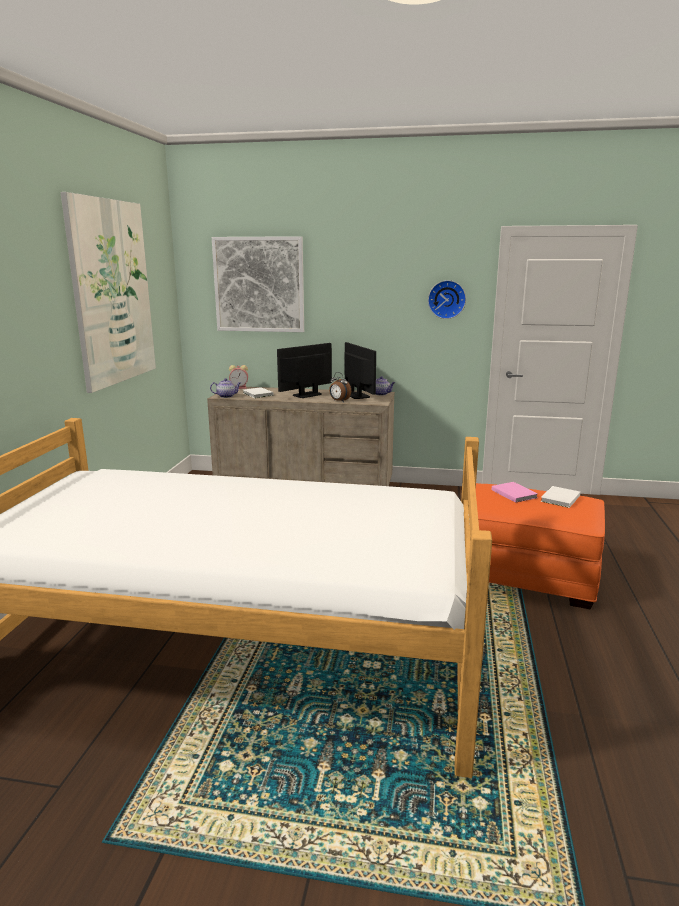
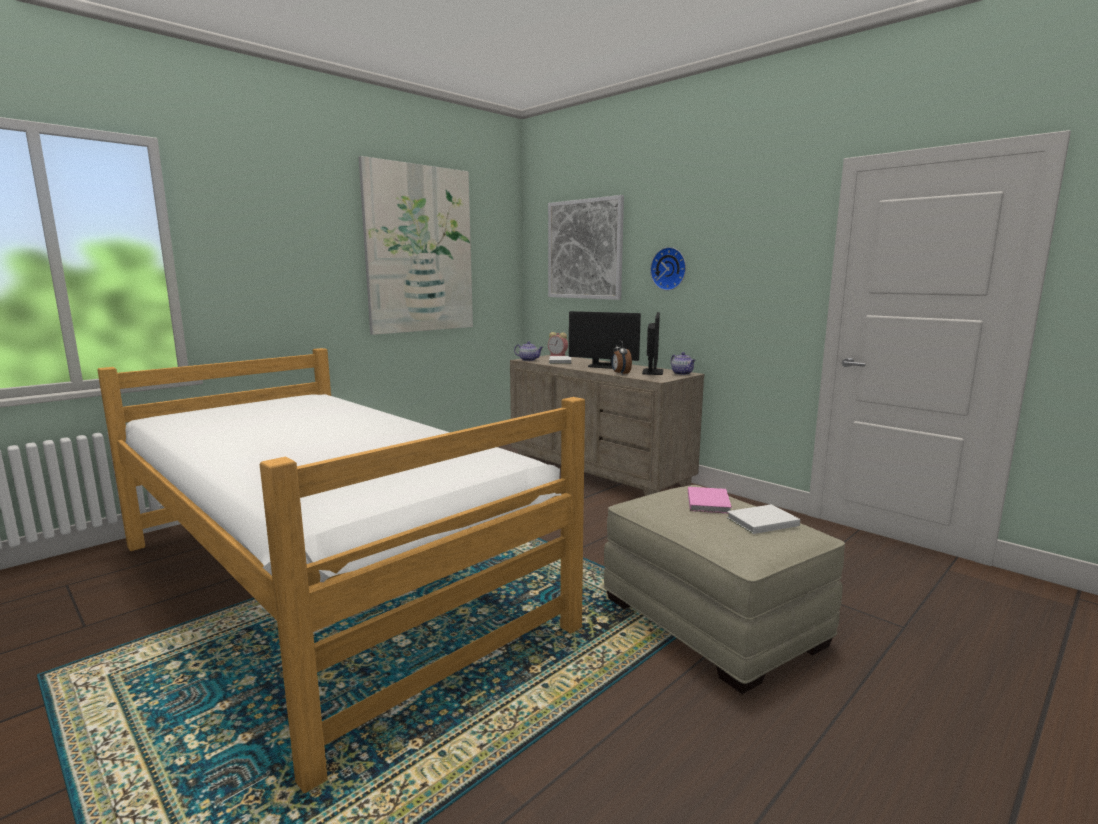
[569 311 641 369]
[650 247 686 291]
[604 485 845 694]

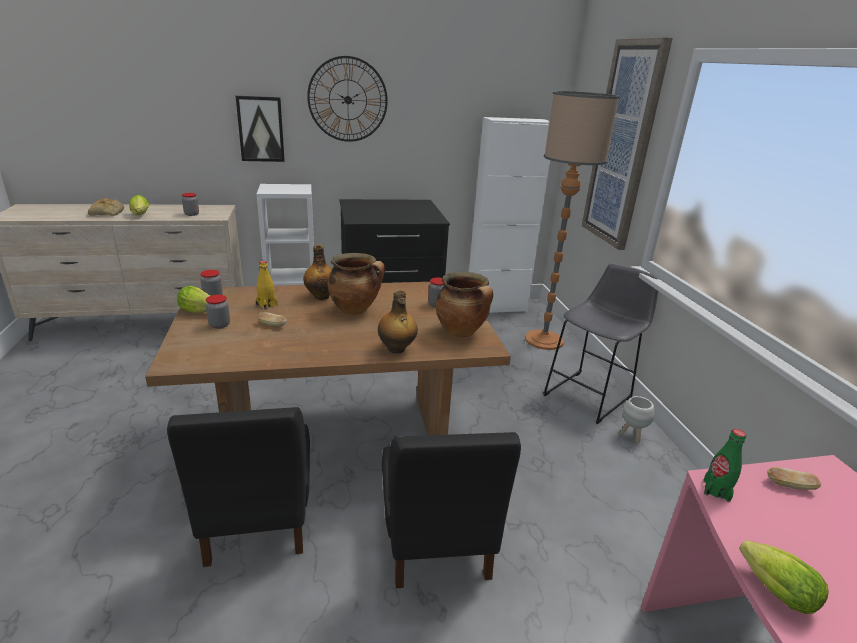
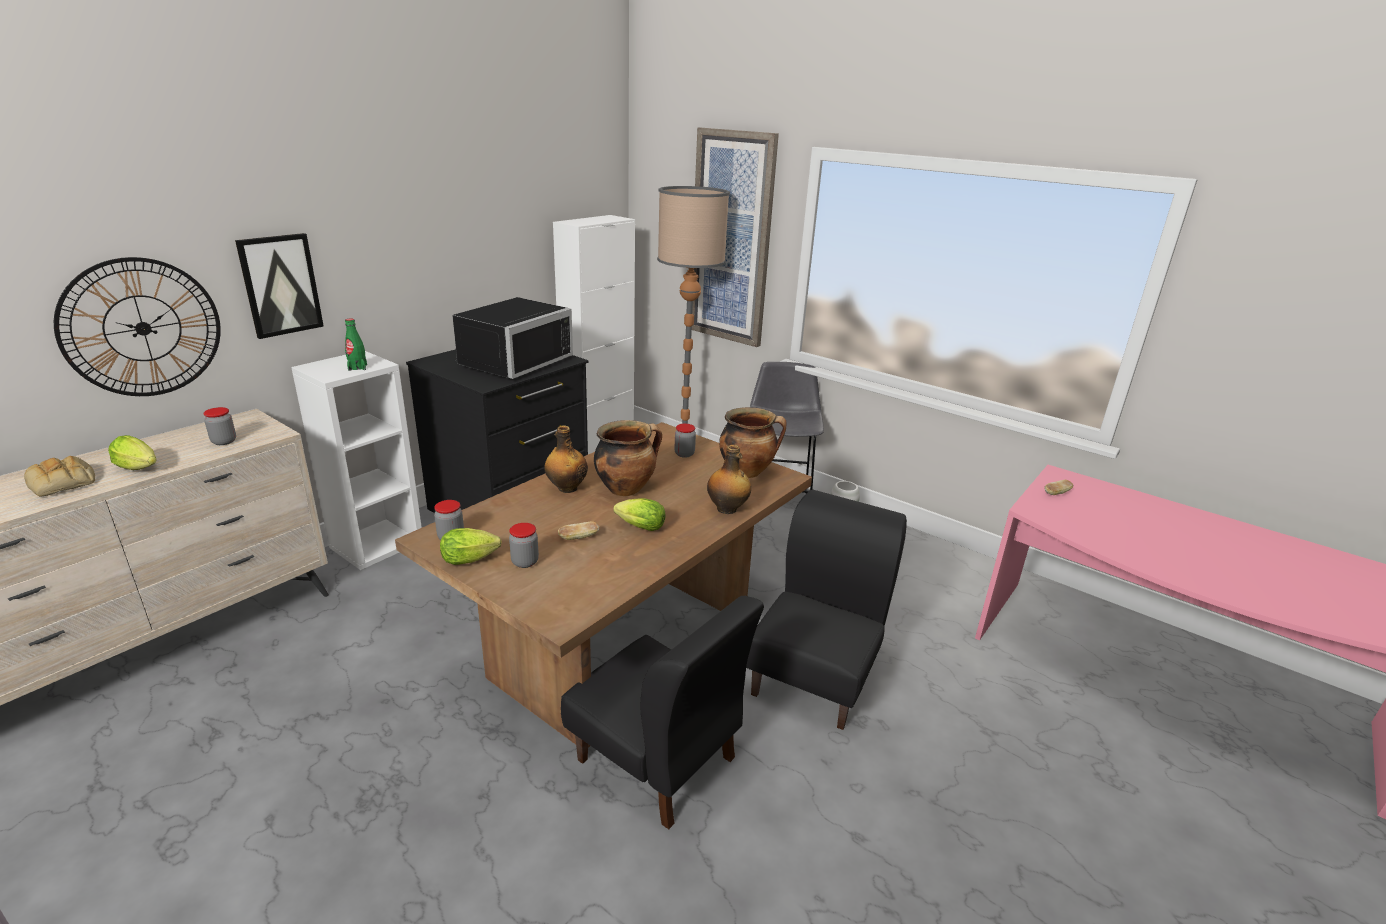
[256 261 277 310] (first image)
[54 257 221 396]
[746 490 907 730]
[345 319 367 371]
[613 498 665 531]
[452 297 573 379]

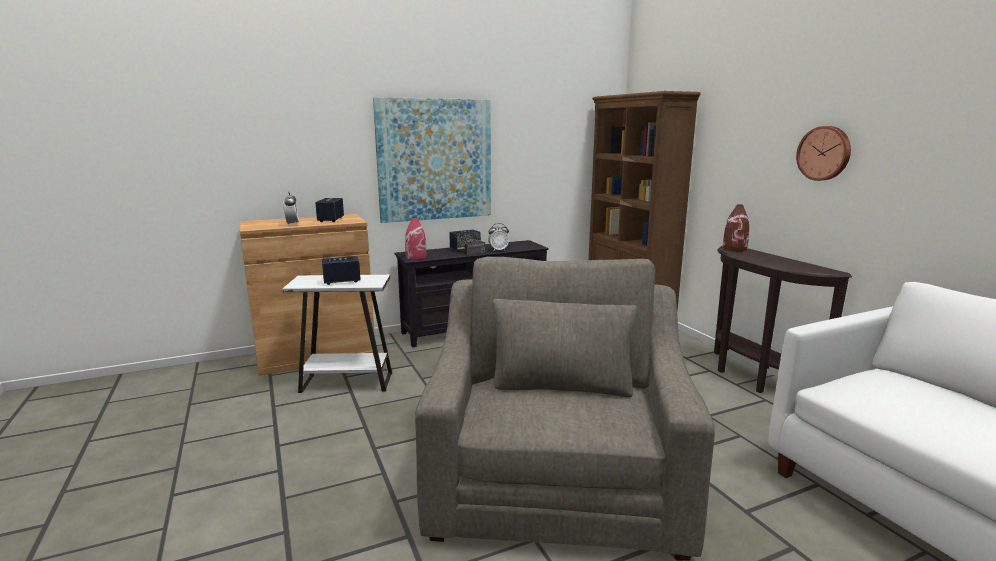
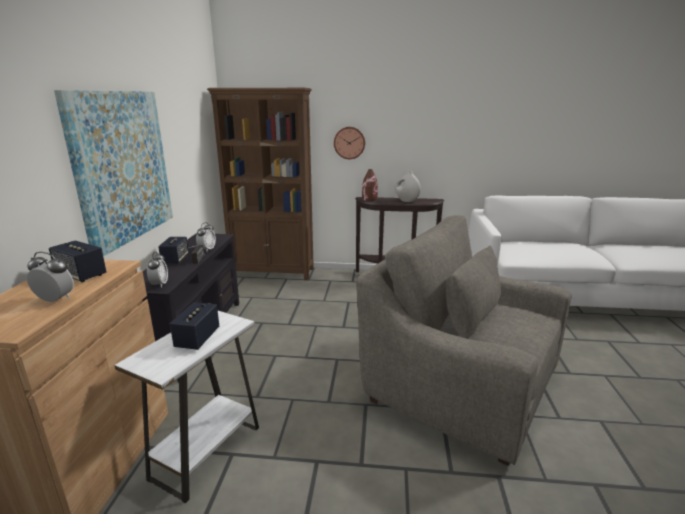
[147 252 168 288]
[334 127 365 159]
[395 171 421 202]

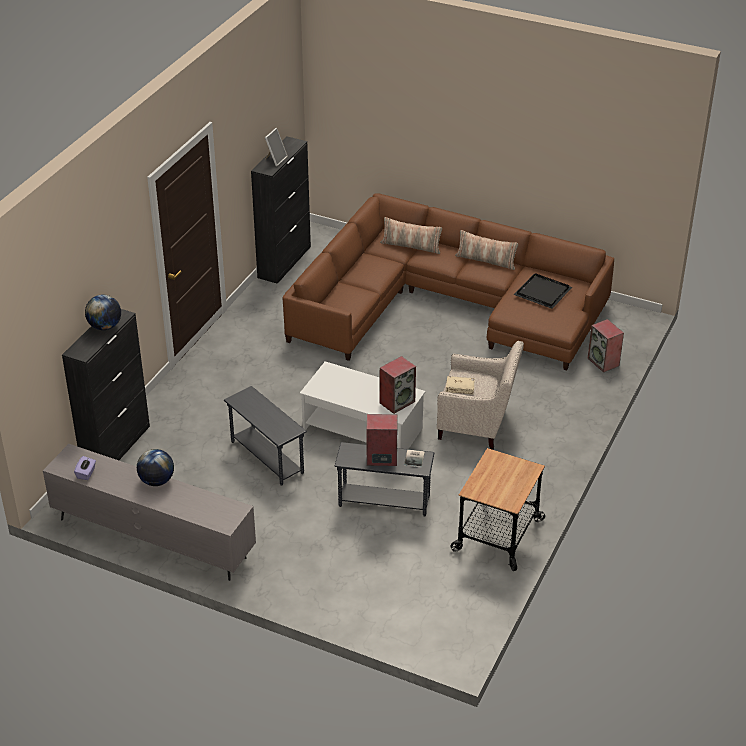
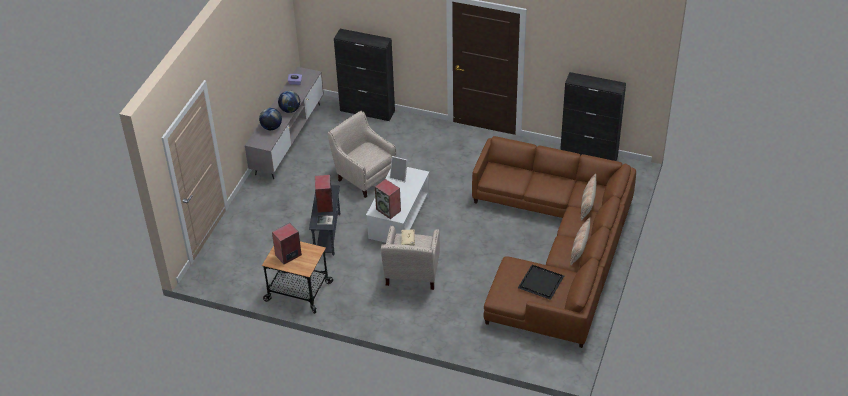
[259 108 282 130]
[328 111 396 198]
[390 156 408 182]
[272 223 302 264]

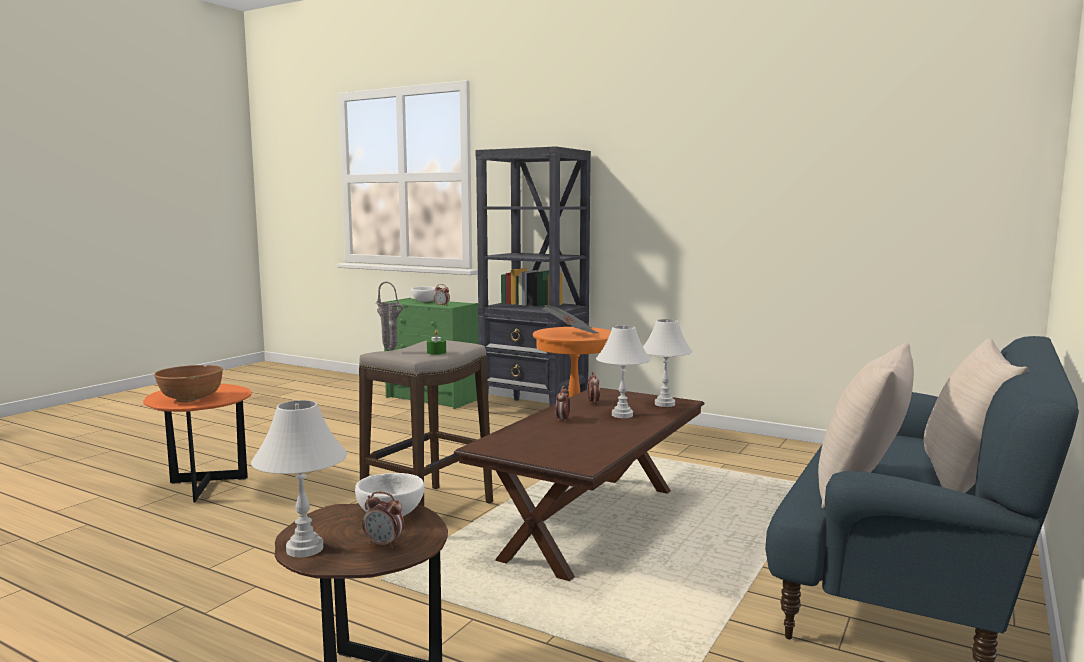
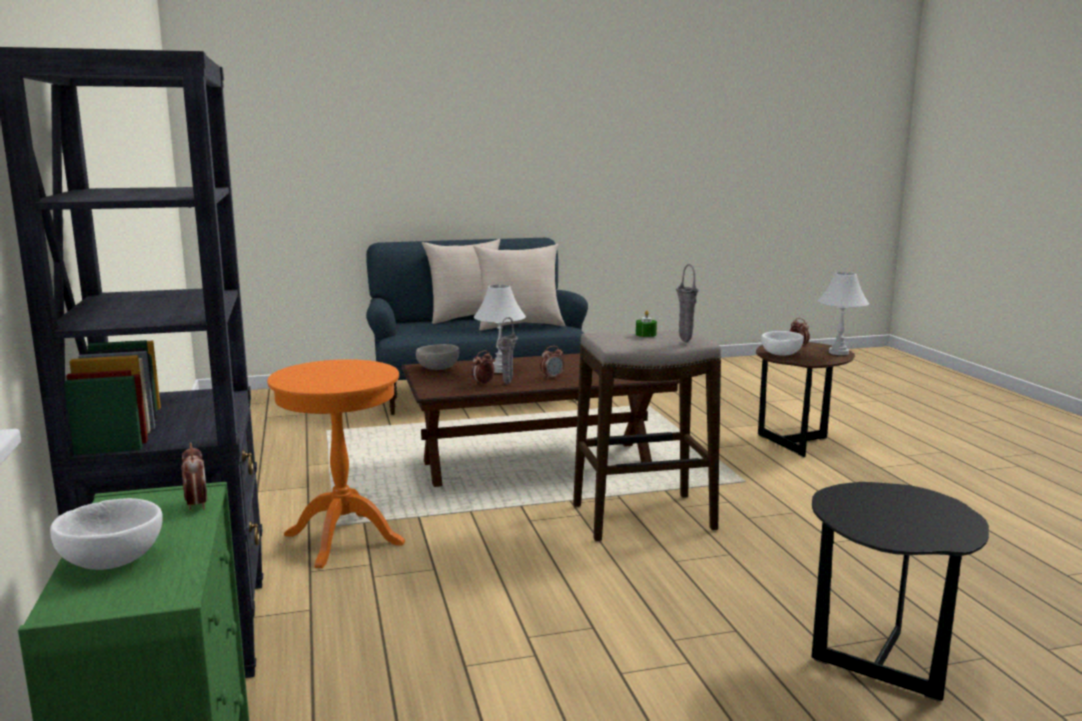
[811 482 989 701]
[154 365 223 402] (first image)
[542 305 599 334] (first image)
[416 344 460 370]
[498 317 518 385]

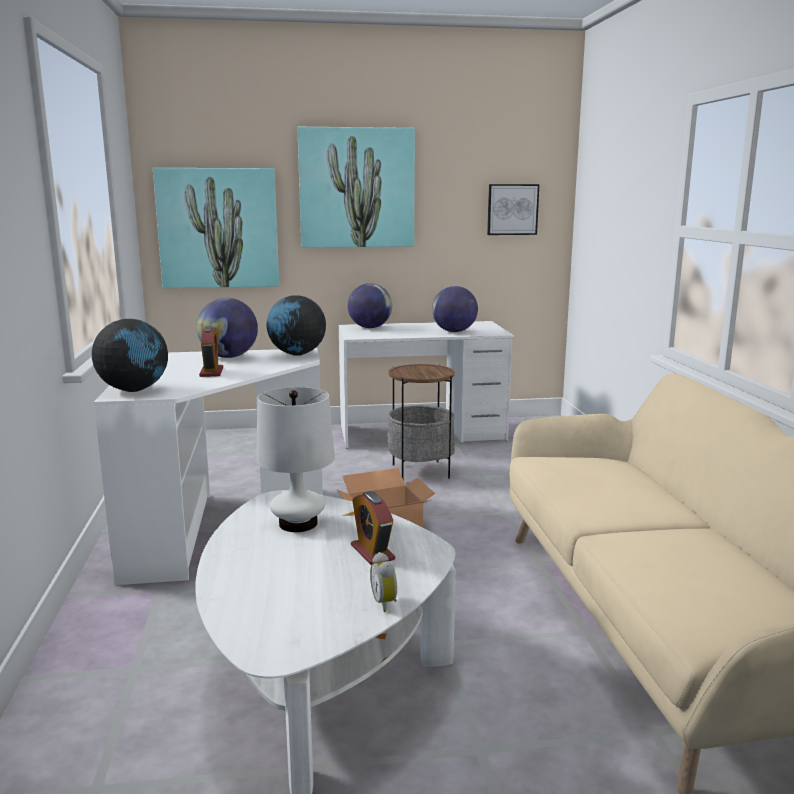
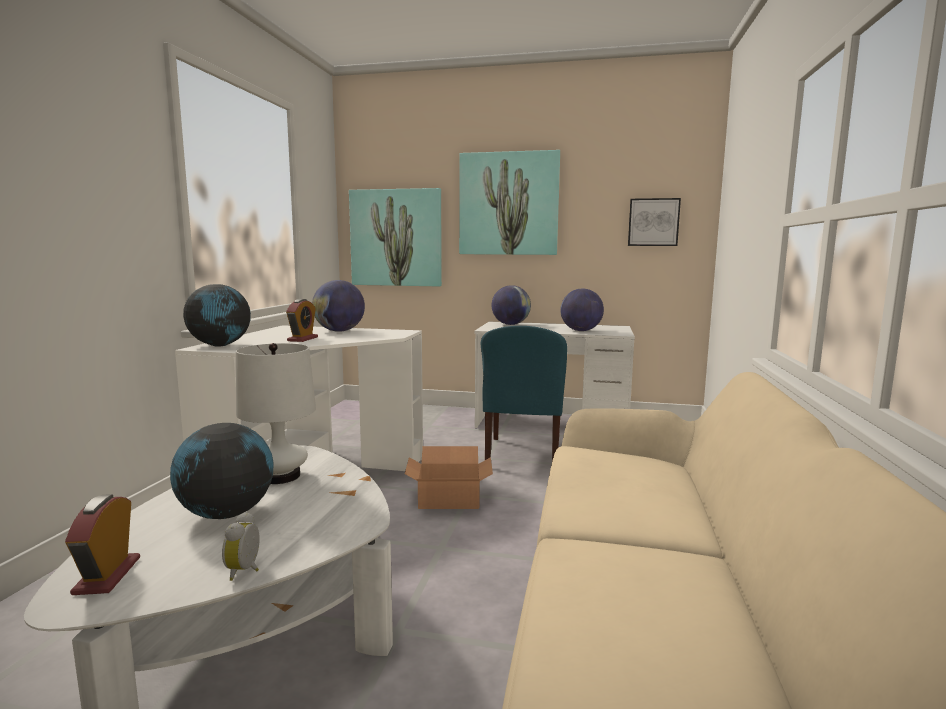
[170 423 274 519]
[65 494 140 595]
[481 326 567 461]

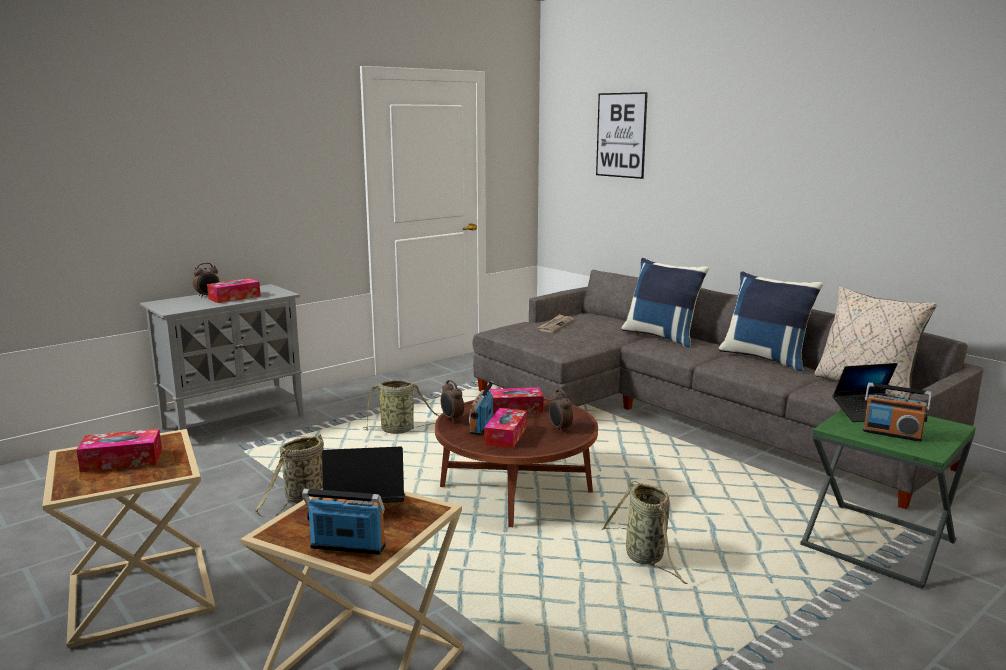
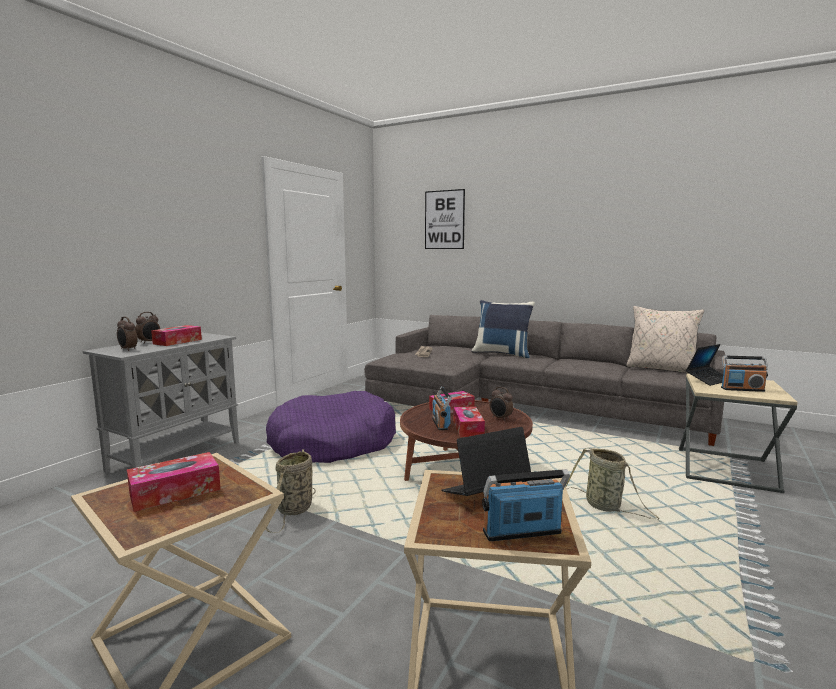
[266 391 396 463]
[117 317 138 351]
[718 271 823 371] (first image)
[679 374 798 493]

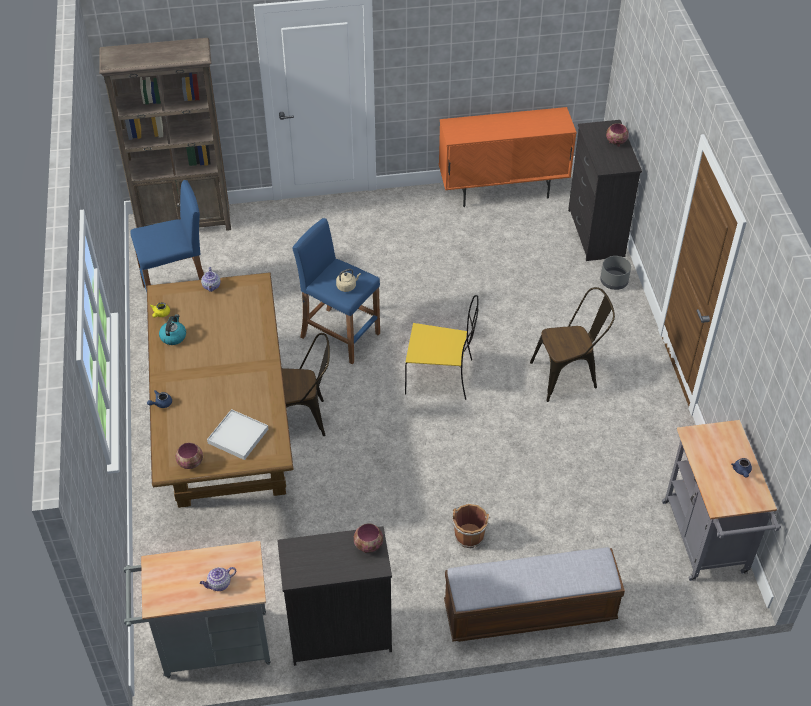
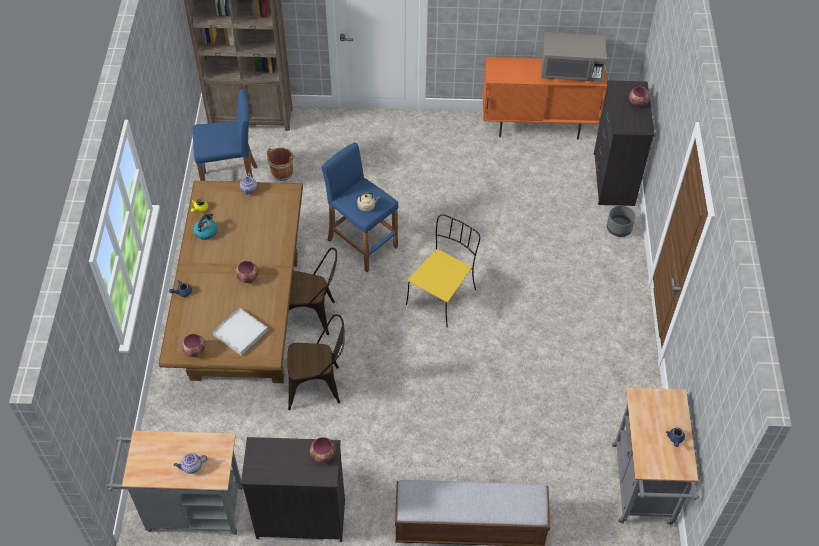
[406 214 480 327]
[267 147 296 181]
[287 314 345 410]
[236 261 258 283]
[541 32 607 82]

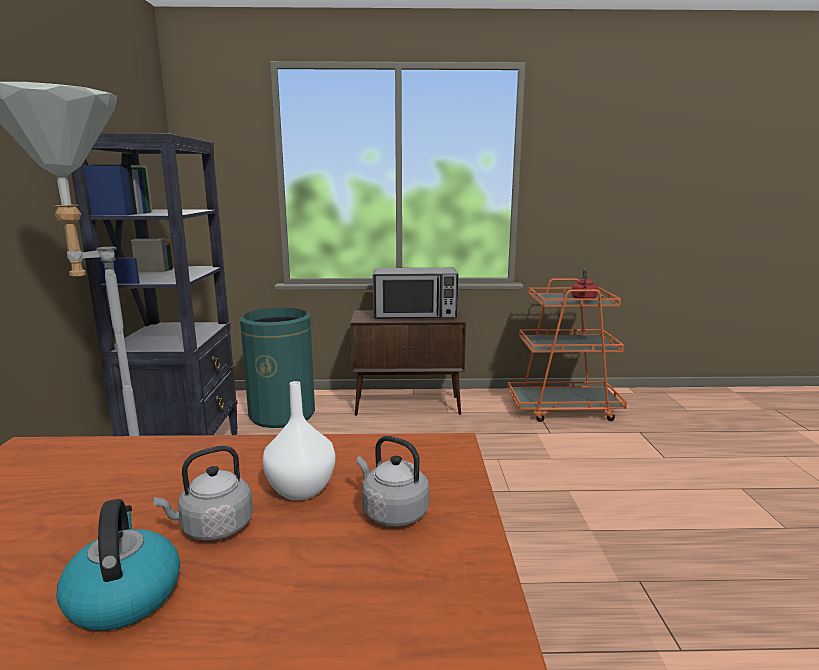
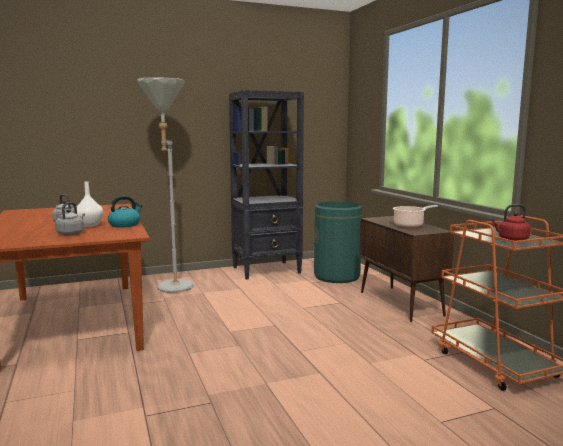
[108 196 143 227]
[393 205 438 227]

